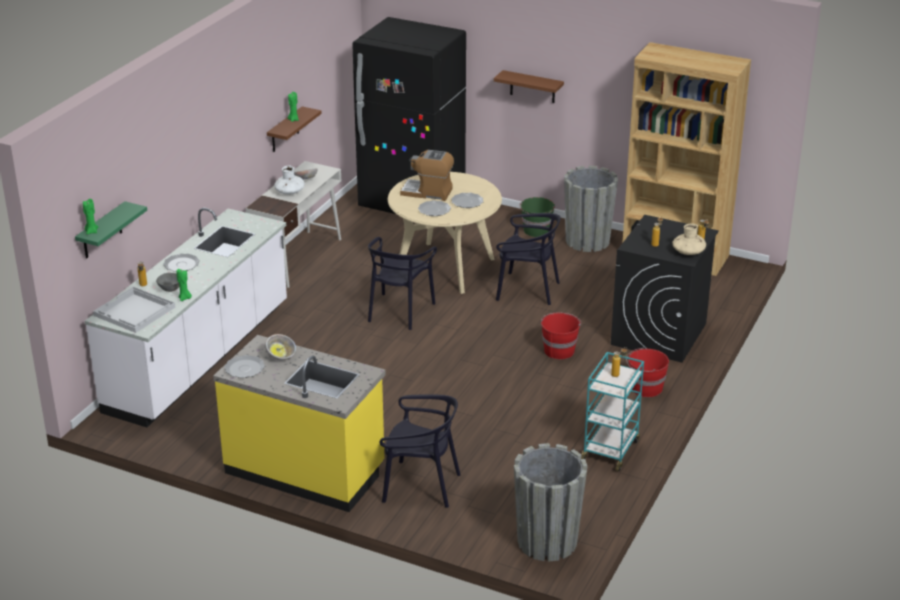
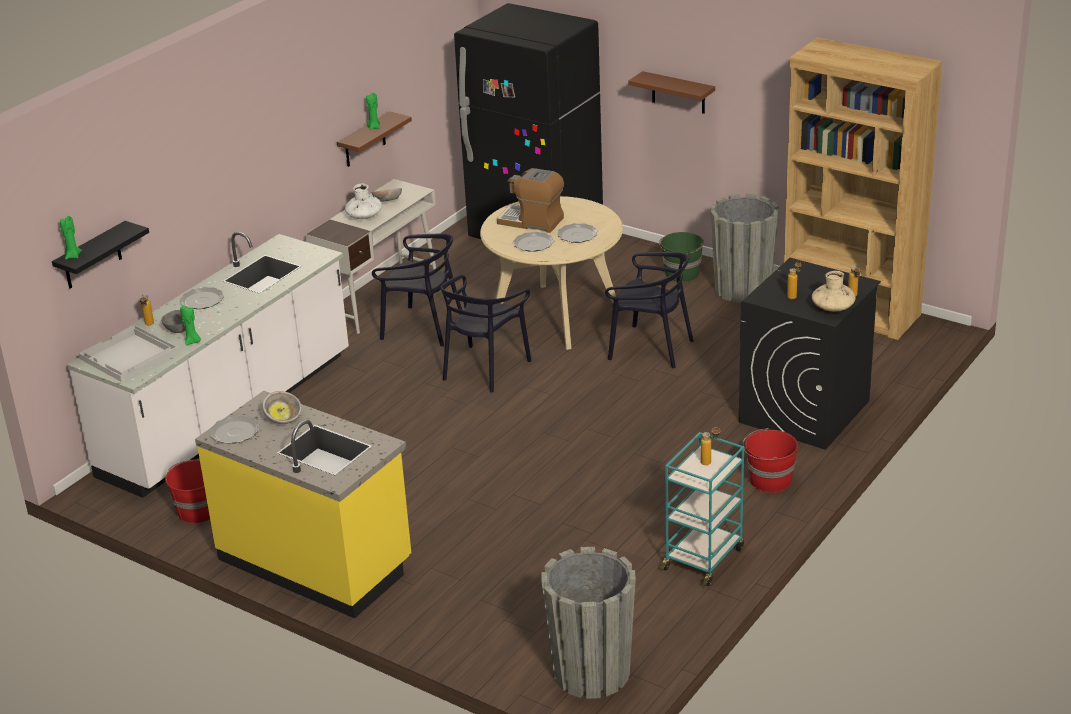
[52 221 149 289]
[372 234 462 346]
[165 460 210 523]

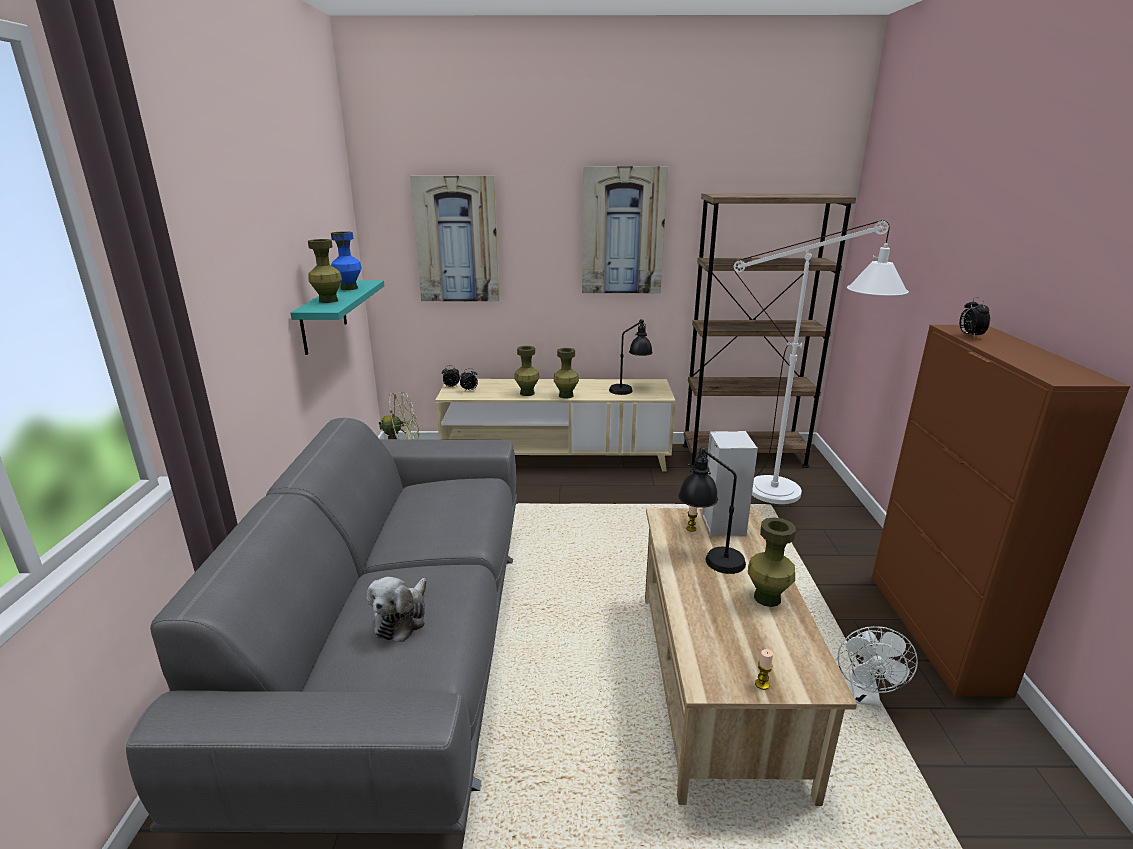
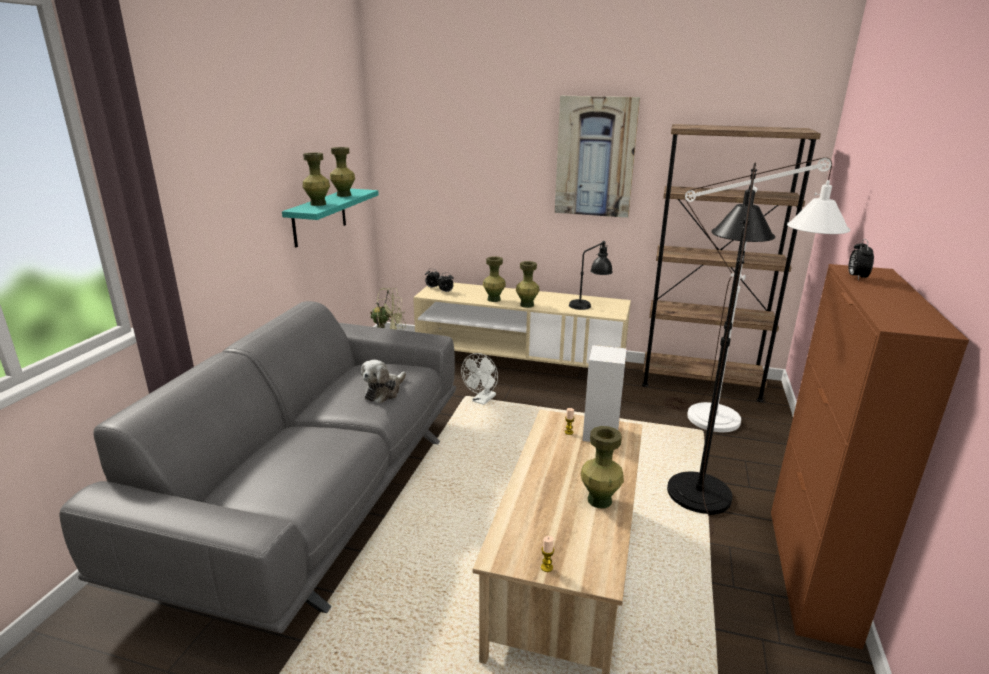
[330 147 355 197]
[361 360 406 403]
[410 175 500 301] (first image)
[678 447 746 574] (first image)
[461 353 498 405]
[667 163 775 535]

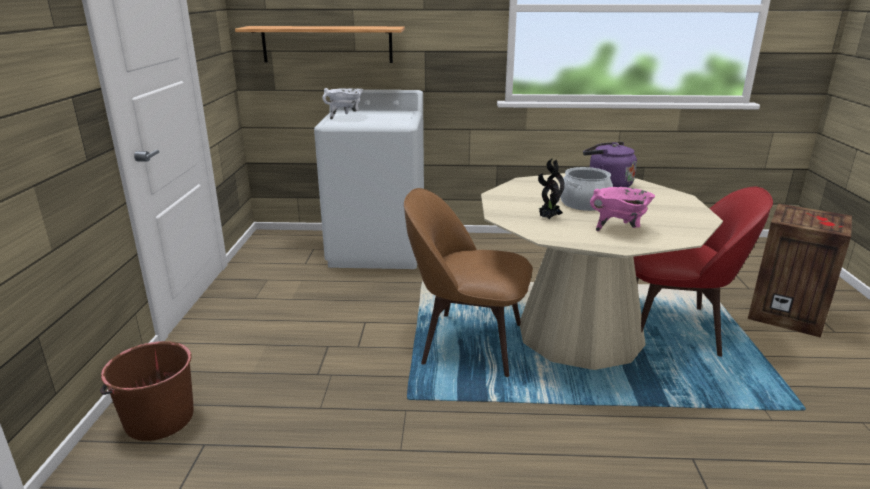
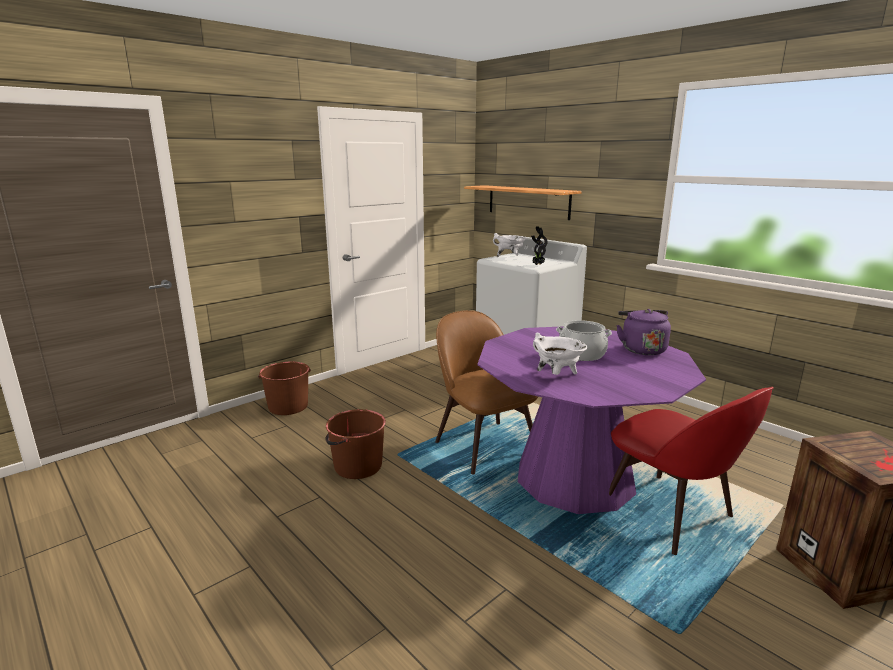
[478 326 706 514]
[531 226 548 265]
[533 333 587 375]
[325 409 386 479]

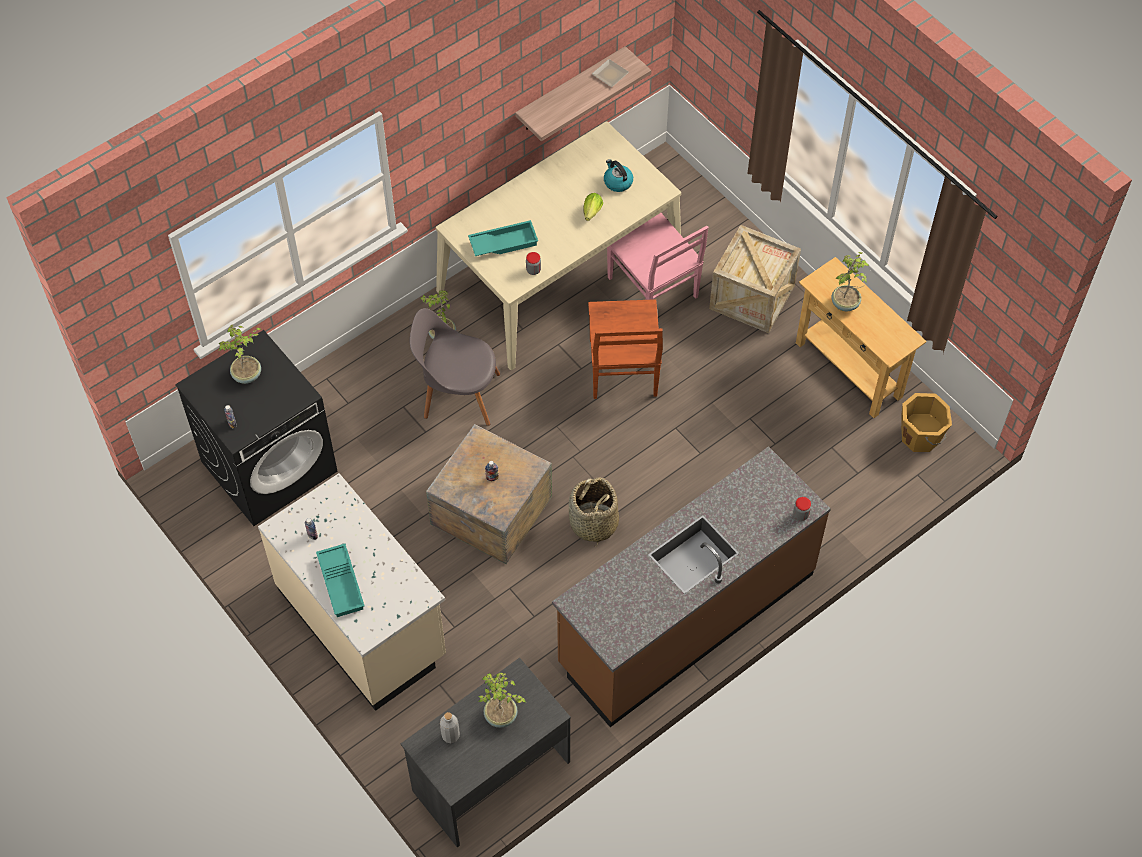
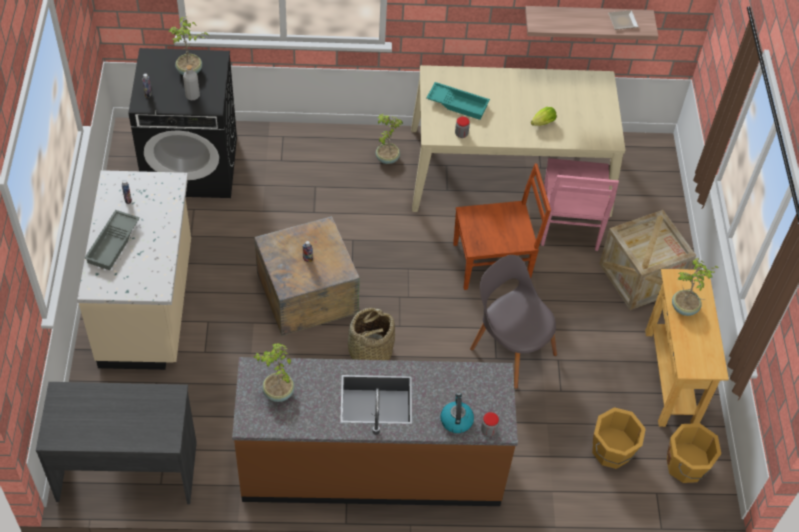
[84 210 140 270]
[470 255 557 389]
[183 65 200 100]
[254 343 295 402]
[453 163 551 290]
[440 393 474 433]
[592 407 646 469]

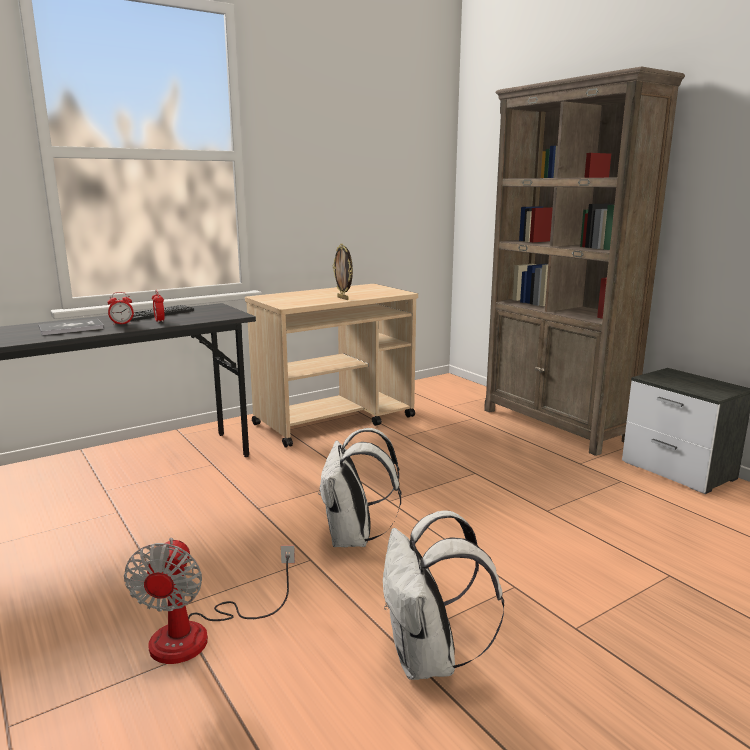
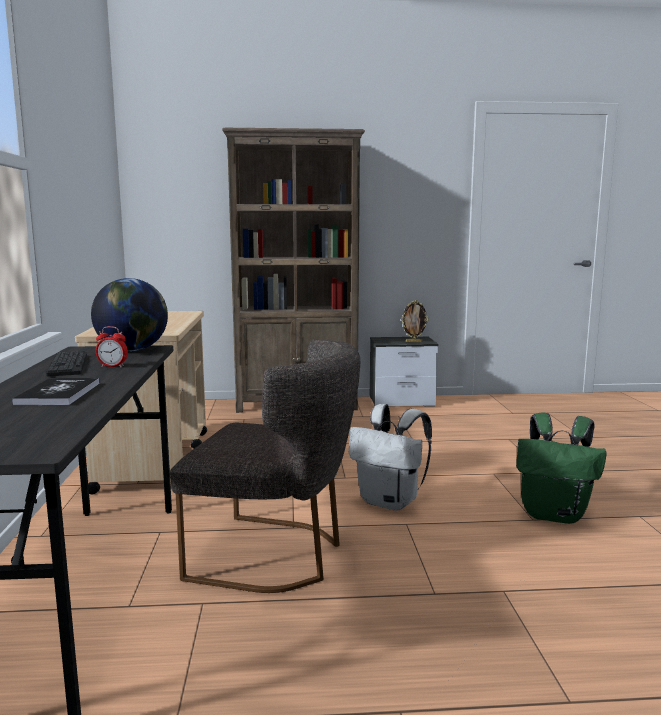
[107 292 134 325] (first image)
[124 538 295 664] (first image)
[401 300 429 342]
[516 413 607 524]
[91 278 168 351]
[170 339 360 593]

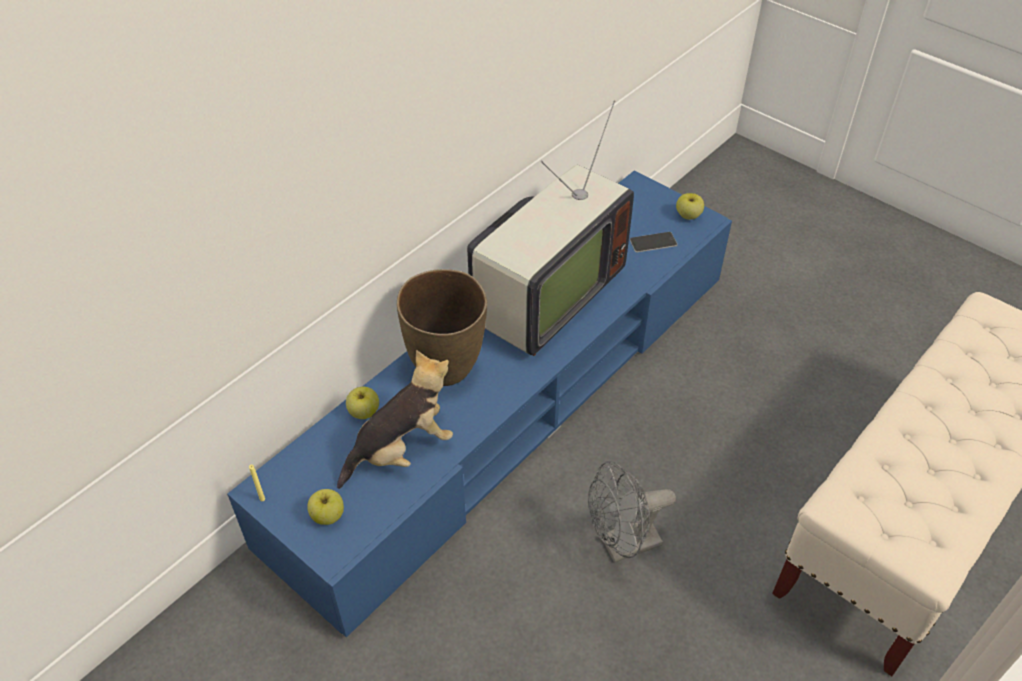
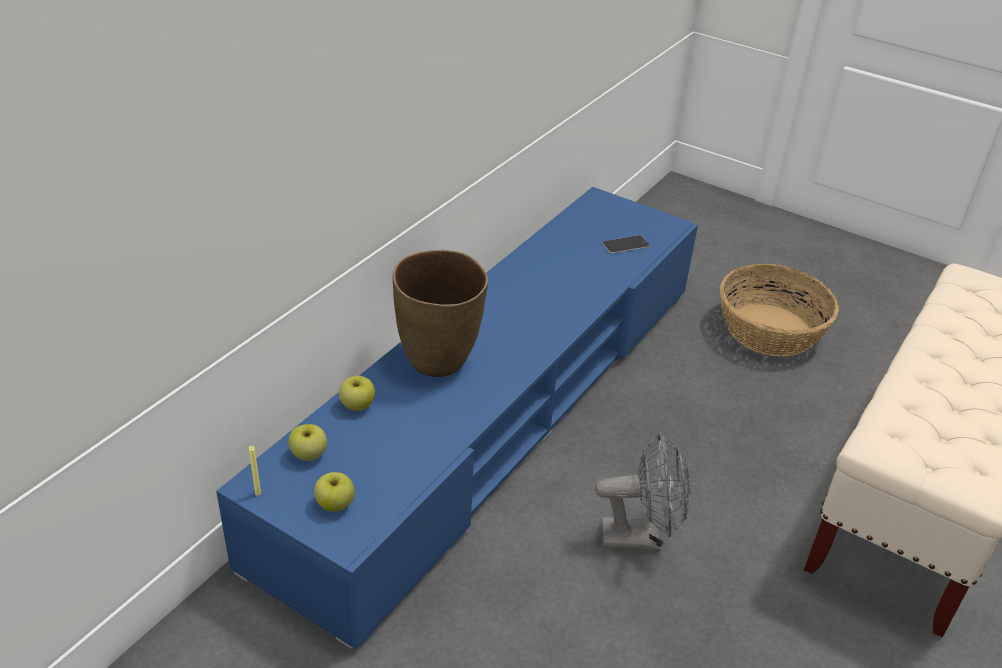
[337 350 453 489] (first image)
[467 100 634 356] (first image)
[595 432 691 551]
[288 424 327 461]
[720 264 839 357]

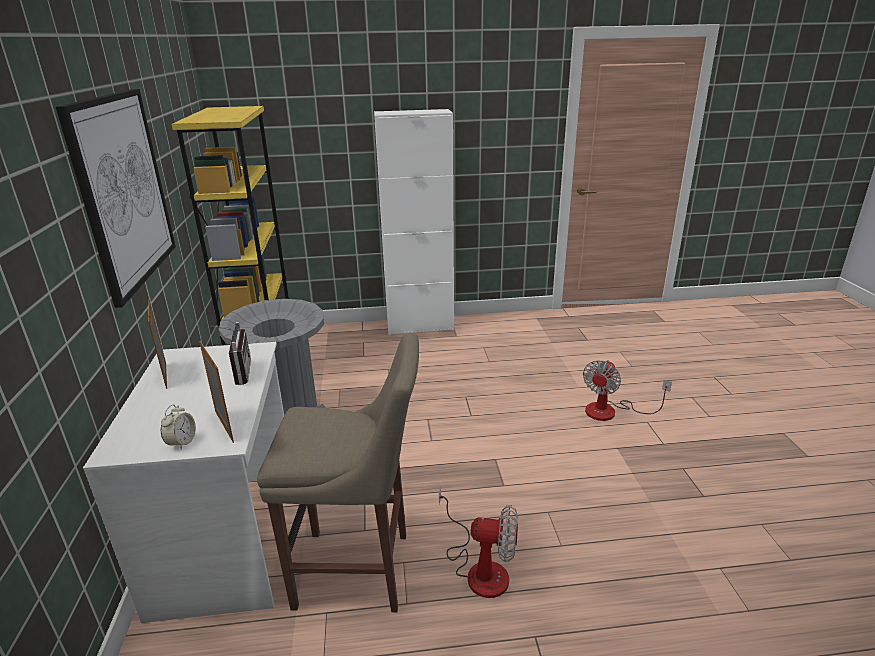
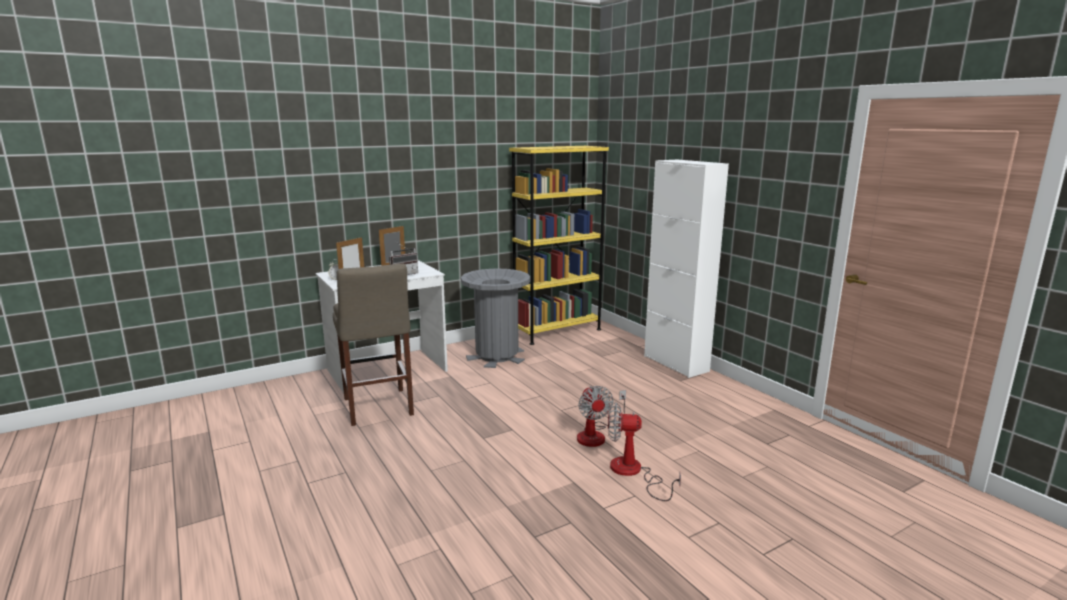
[56 89 176 308] (first image)
[577 386 626 447]

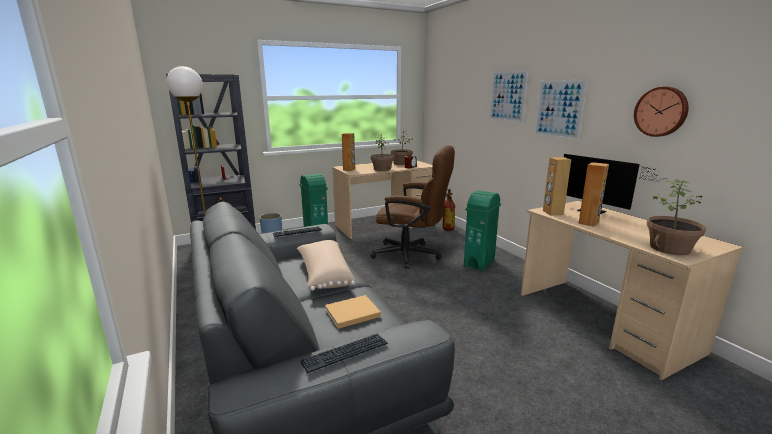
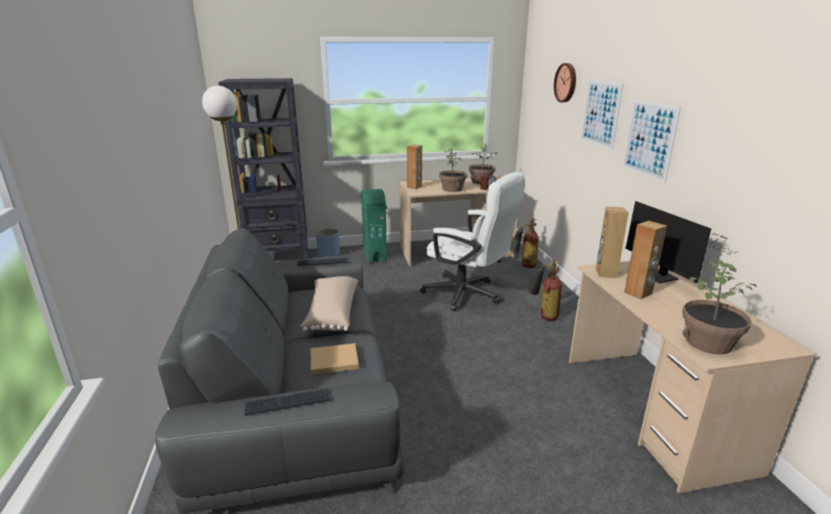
[420 172 525 311]
[526 260 562 321]
[554 63 576 102]

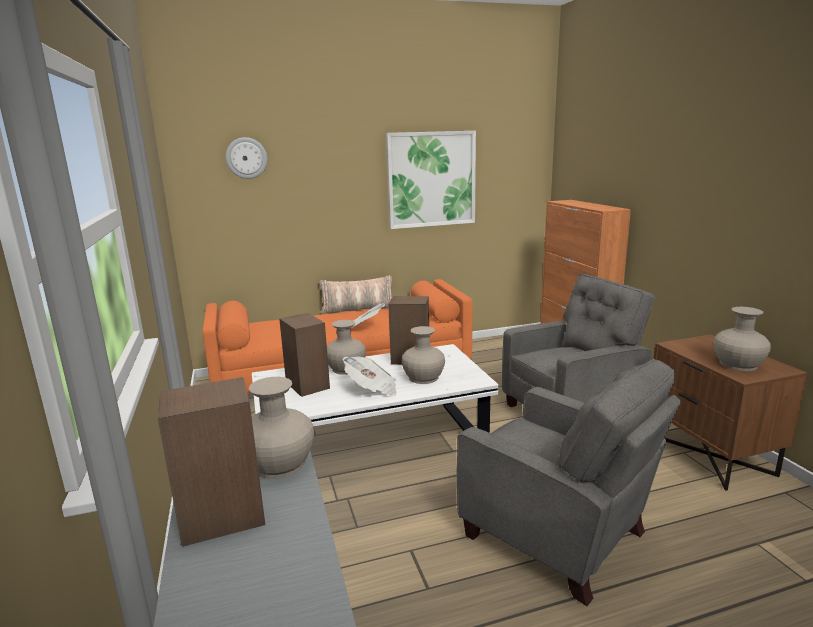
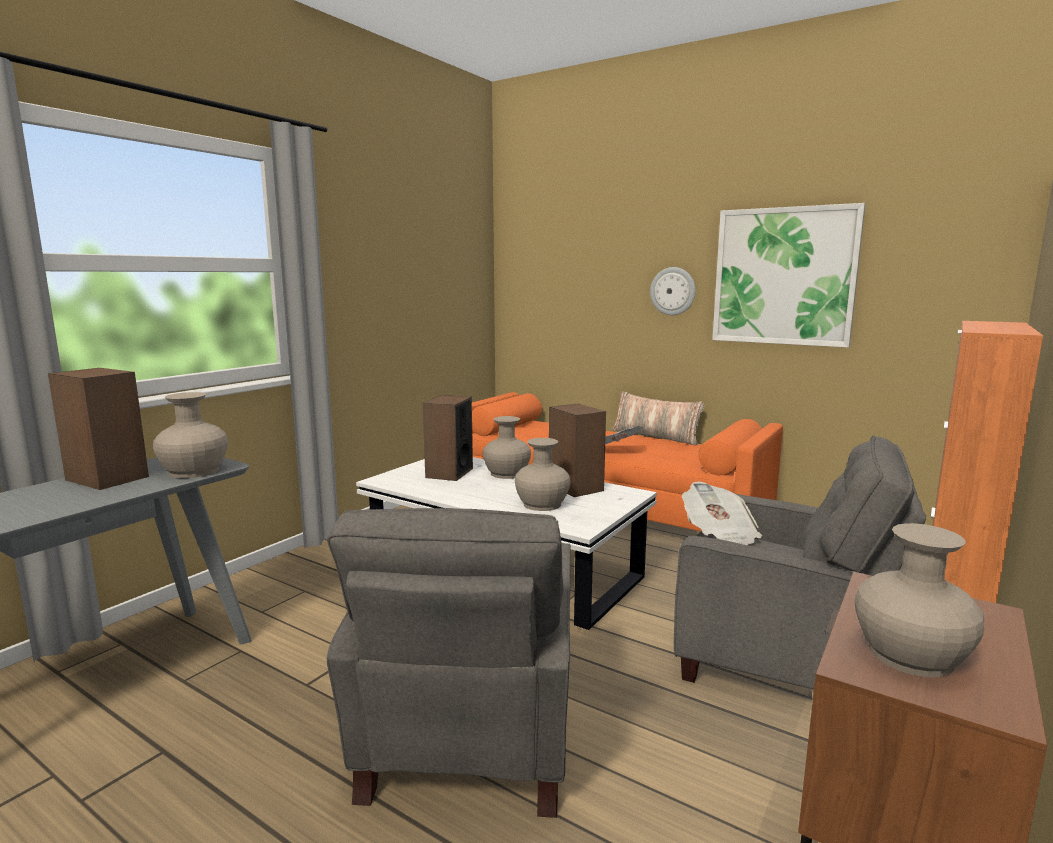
[650 267 696 315]
[682 482 762 545]

